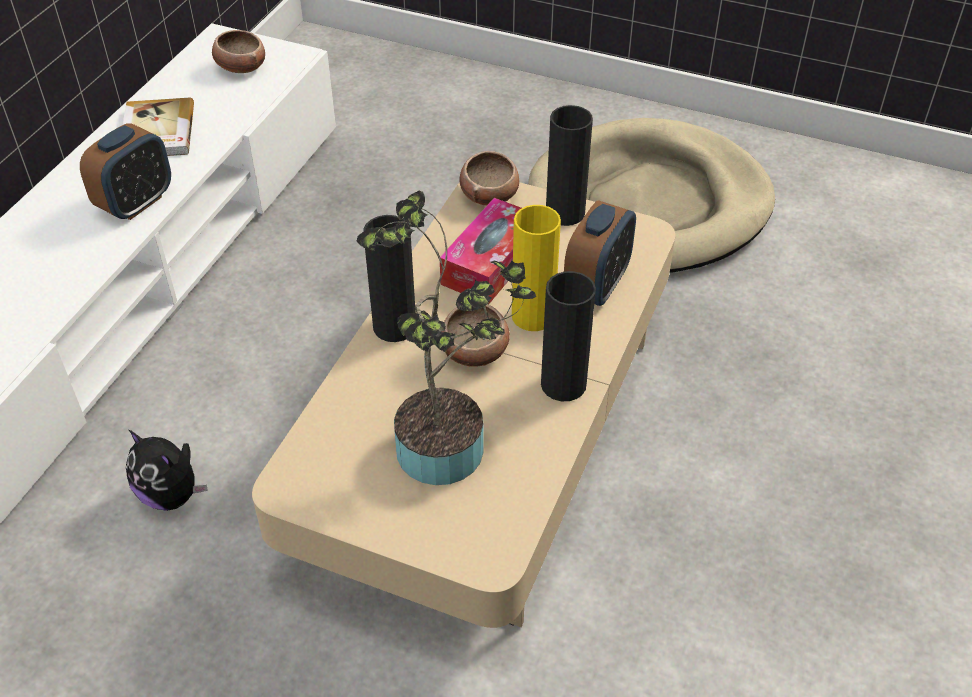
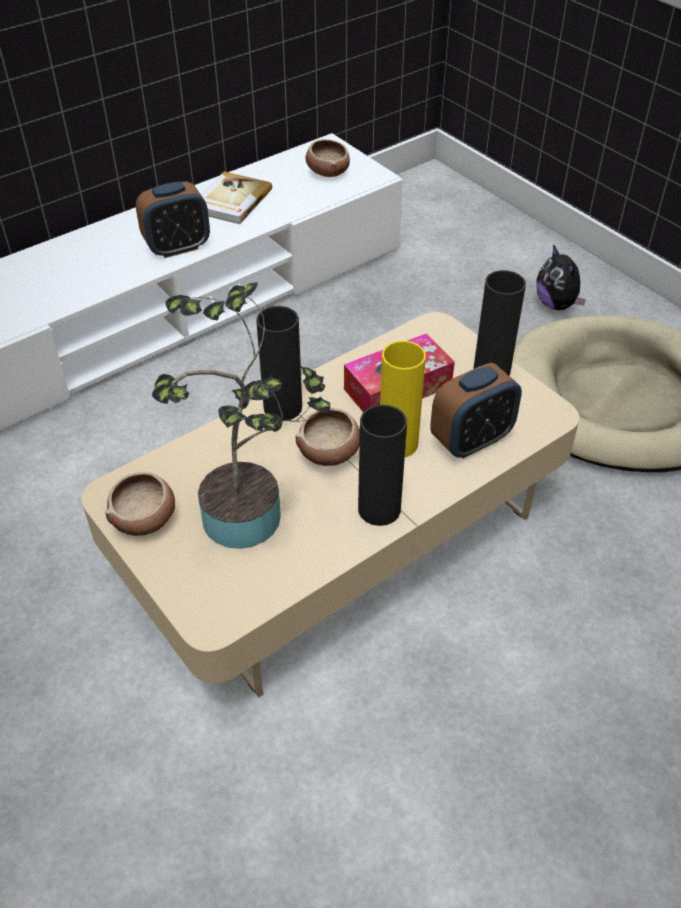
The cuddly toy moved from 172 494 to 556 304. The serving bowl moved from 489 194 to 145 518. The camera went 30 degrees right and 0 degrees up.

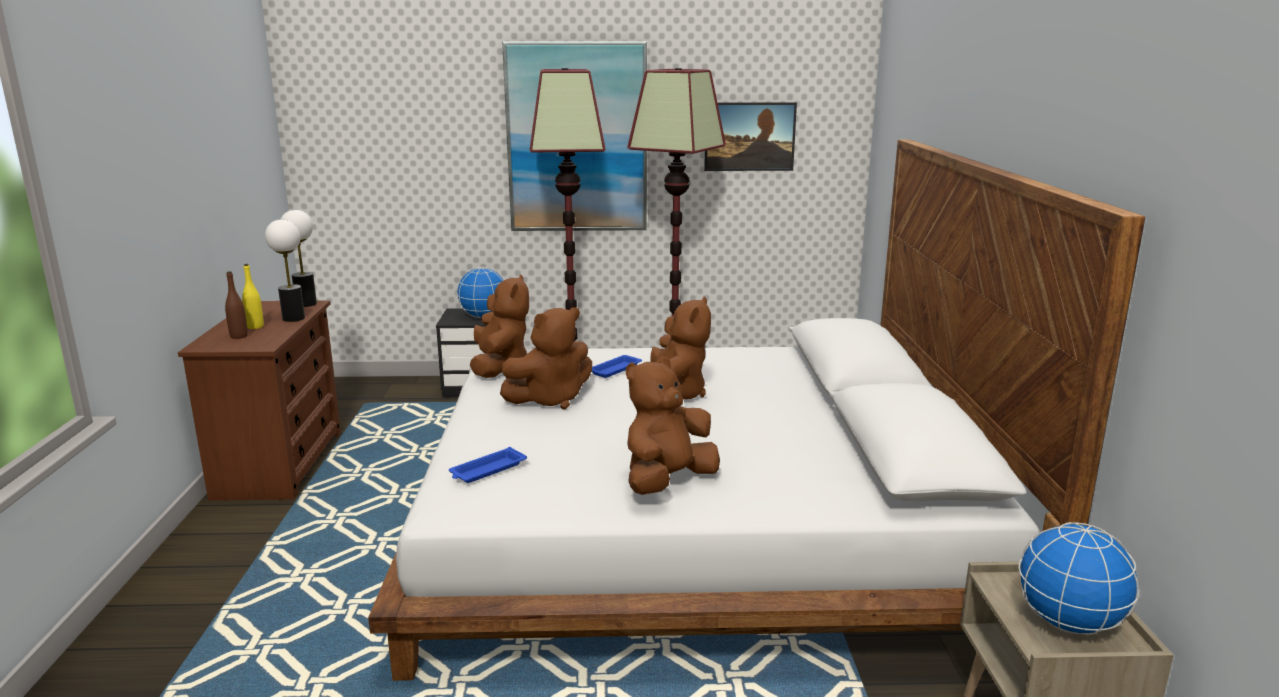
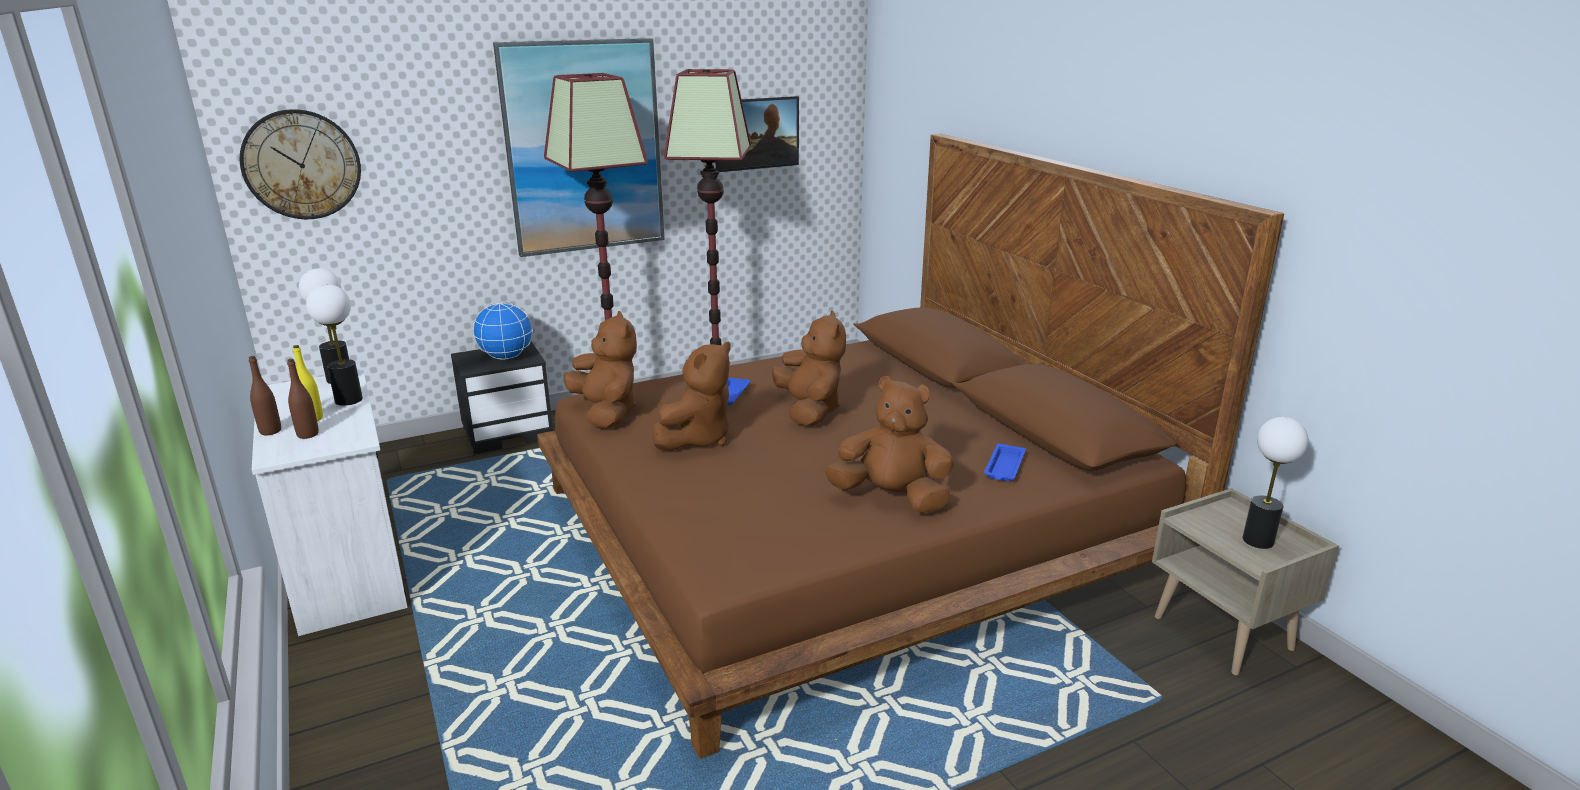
The brown-coloured drawer chest at 280 463 became the whitish drawer chest at 348 571. The whitish sleeping bed at 695 525 became the brown-coloured sleeping bed at 844 531. The bluish serving tray moved from 487 470 to 1004 467. The brown-coloured cuddly toy at 667 482 turned 90 degrees clockwise. The globe at 1069 623 was replaced by the tabletop lamp at 1258 540. The wall clock at 301 164 appeared. The brown-coloured beverage bottle at 270 431 appeared. The camera went 25 degrees left and 5 degrees up.

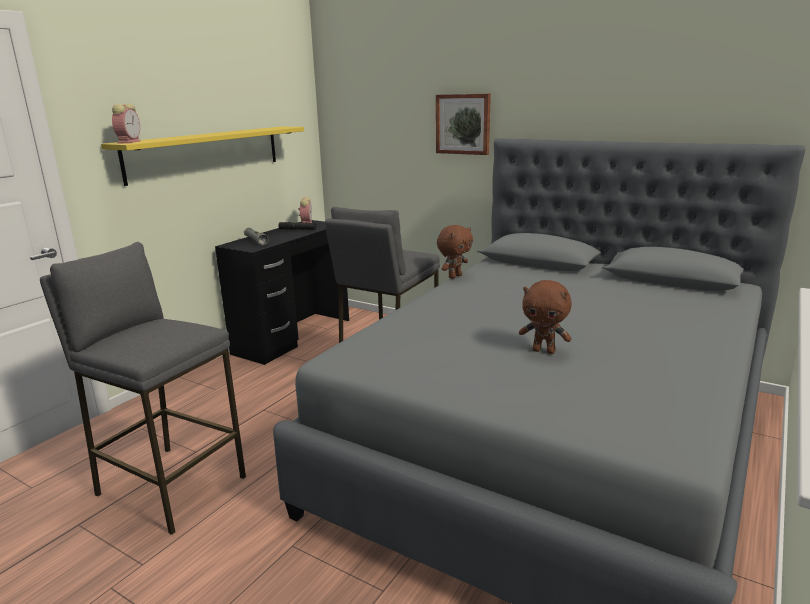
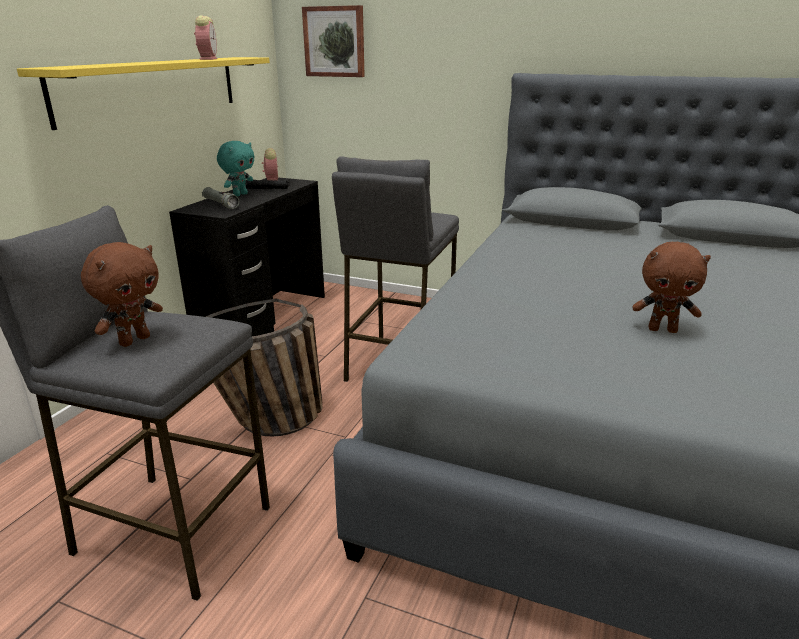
The alarm clock moved from 129 142 to 208 59. The picture moved from 463 124 to 334 42. The brown-coloured cuddly toy moved from 454 276 to 134 340. The household basket at 269 426 appeared. The turquoise cuddly toy at 240 195 appeared. The camera went 10 degrees left and 5 degrees up.

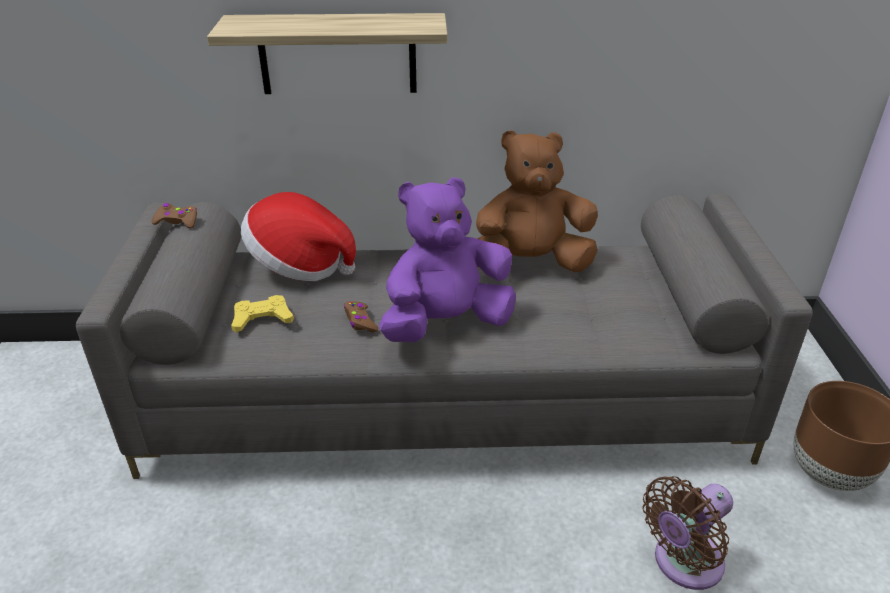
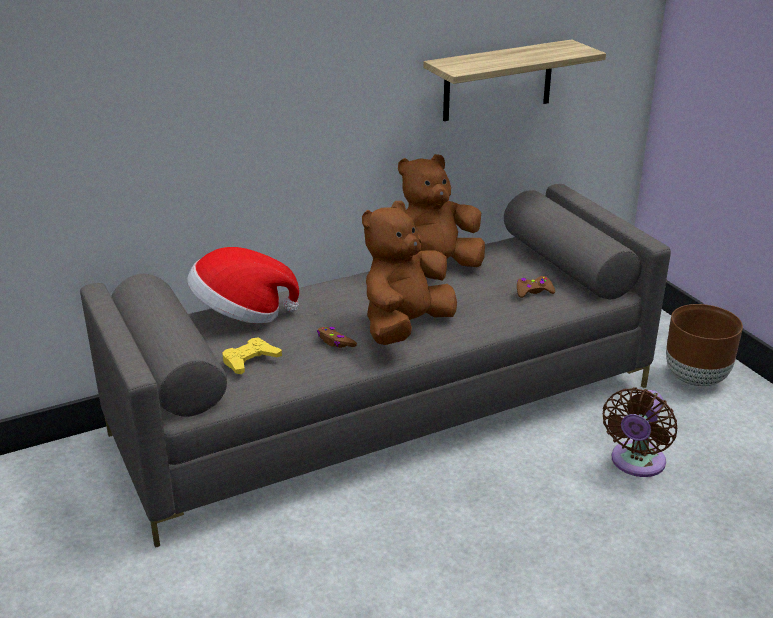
The brown-coloured joypad moved from 177 221 to 533 291. The bracket shelf moved from 337 54 to 498 81. The purplish cuddly toy at 446 324 became the brown-coloured cuddly toy at 405 327. The camera went 25 degrees left and 5 degrees down.

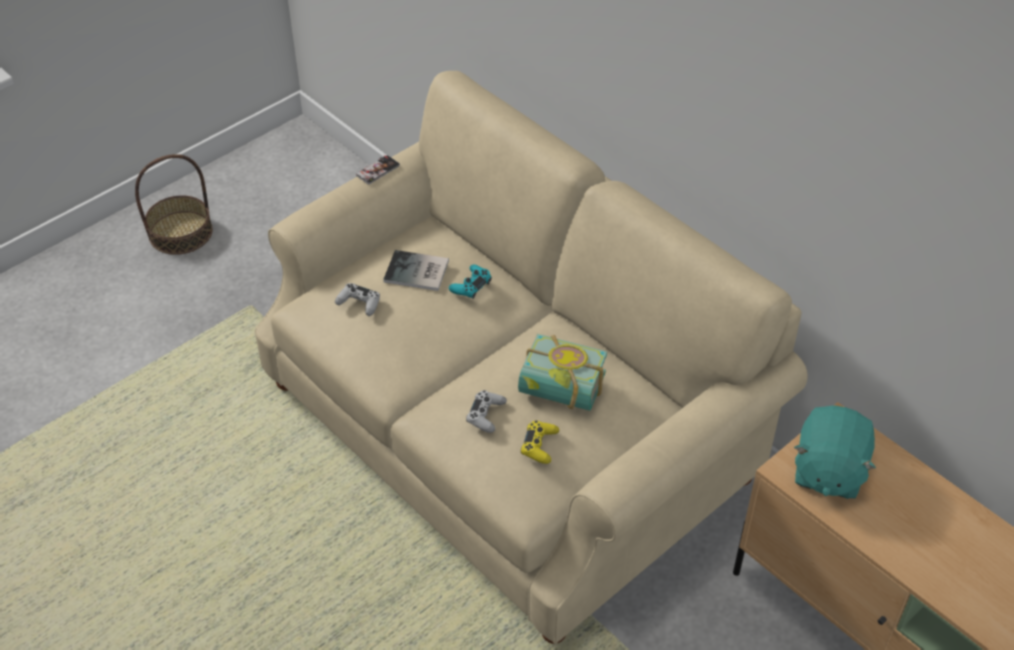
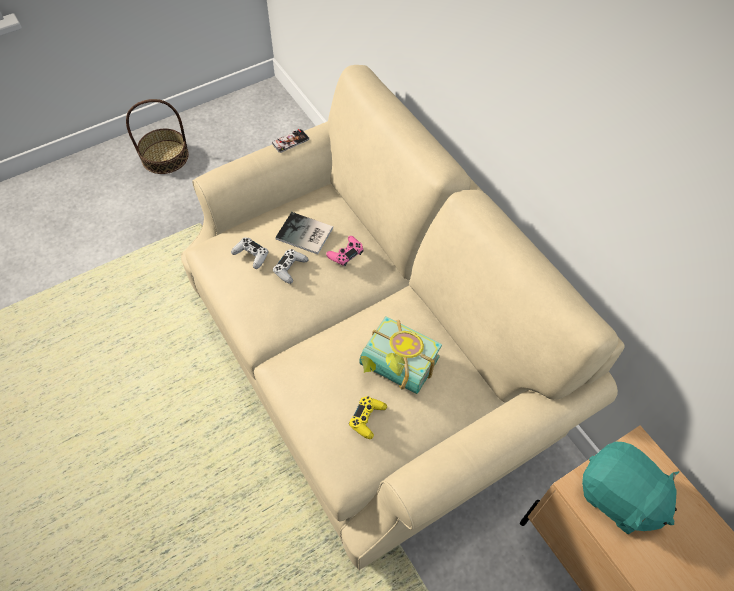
The turquoise joypad at 471 286 became the pink-coloured joypad at 346 254. The whitish joypad moved from 486 415 to 290 268. The turquoise cuddly toy at 828 471 turned 75 degrees counterclockwise. The camera went 10 degrees right and 10 degrees up.

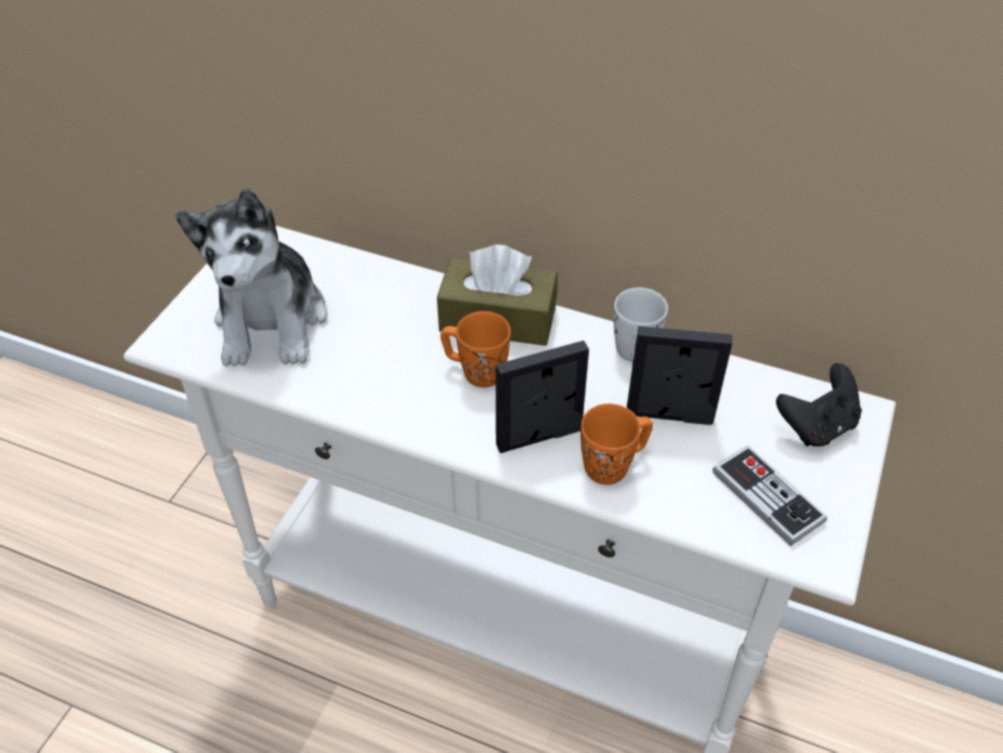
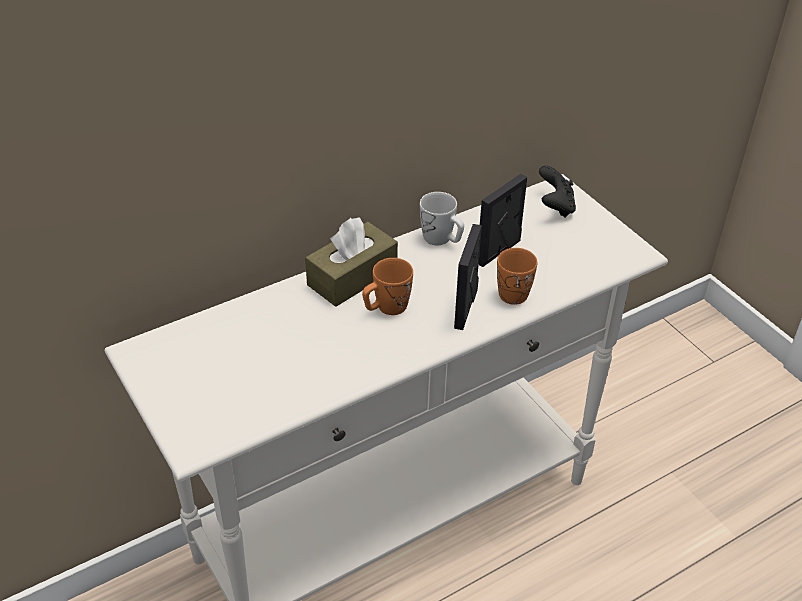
The cuddly toy at 272 321 disappeared. The joypad at 767 497 disappeared. The camera went 55 degrees left and 5 degrees down.

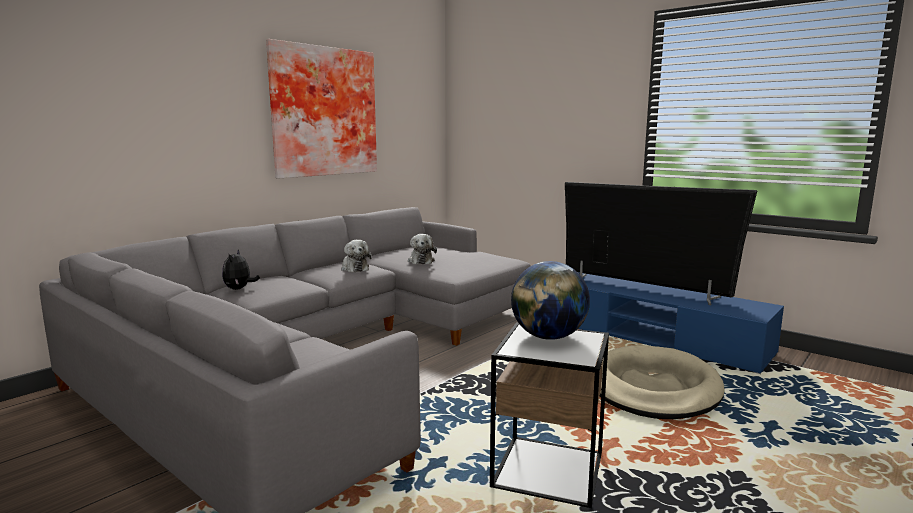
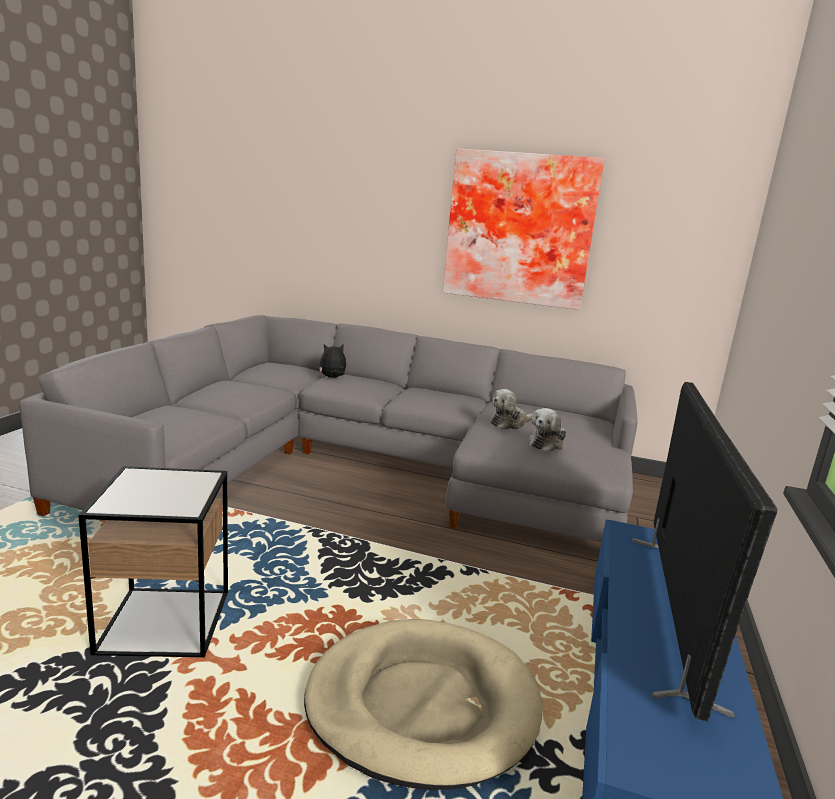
The cuddly toy moved from 354 268 to 547 443. The globe at 548 337 disappeared. The camera went 65 degrees right and 5 degrees up.

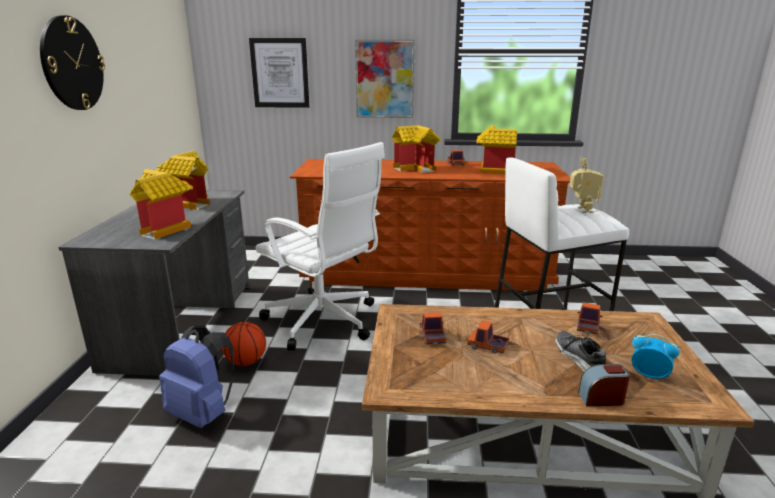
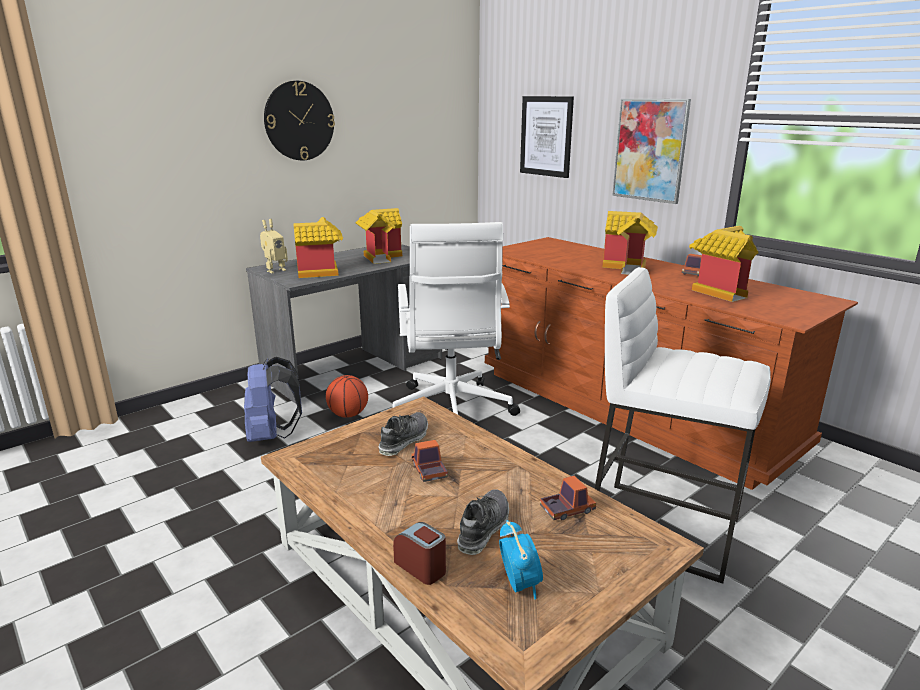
The toy truck at 432 336 was replaced by the low shoe at 404 440. The model robot moved from 582 210 to 275 270. The camera went 45 degrees right and 0 degrees up.

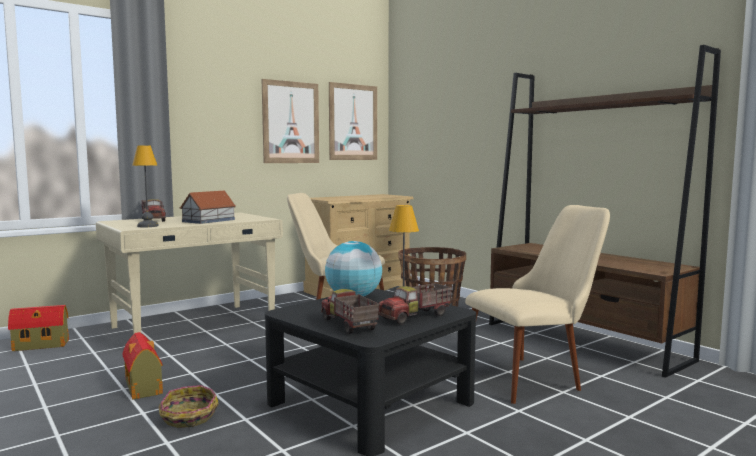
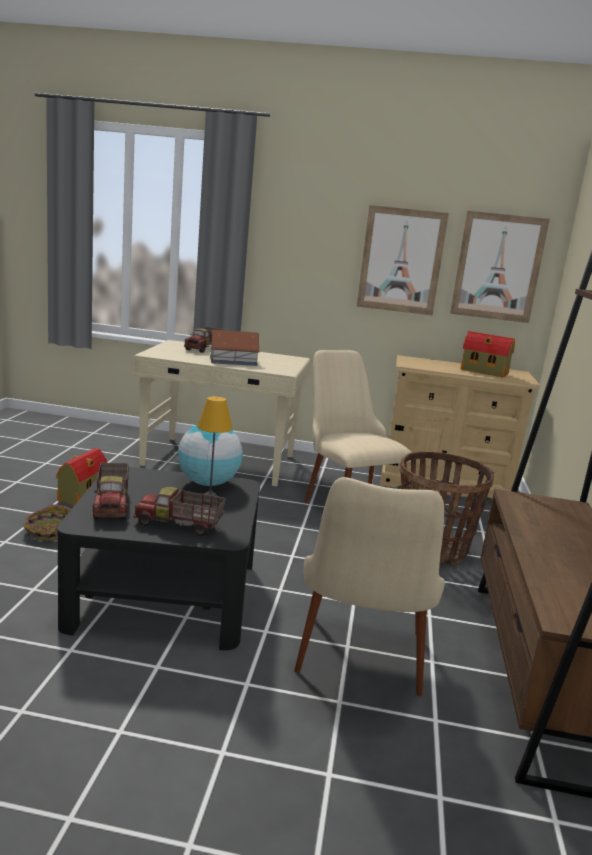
The model house moved from 42 345 to 485 372. The tabletop lamp at 147 226 disappeared. The toy truck at 348 325 turned 150 degrees clockwise. The sand-coloured chair at 534 376 turned 75 degrees clockwise. The camera went 45 degrees right and 10 degrees up.

